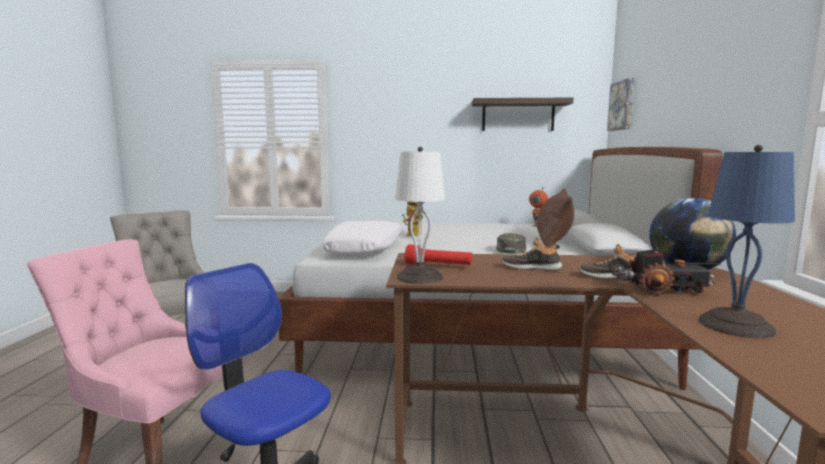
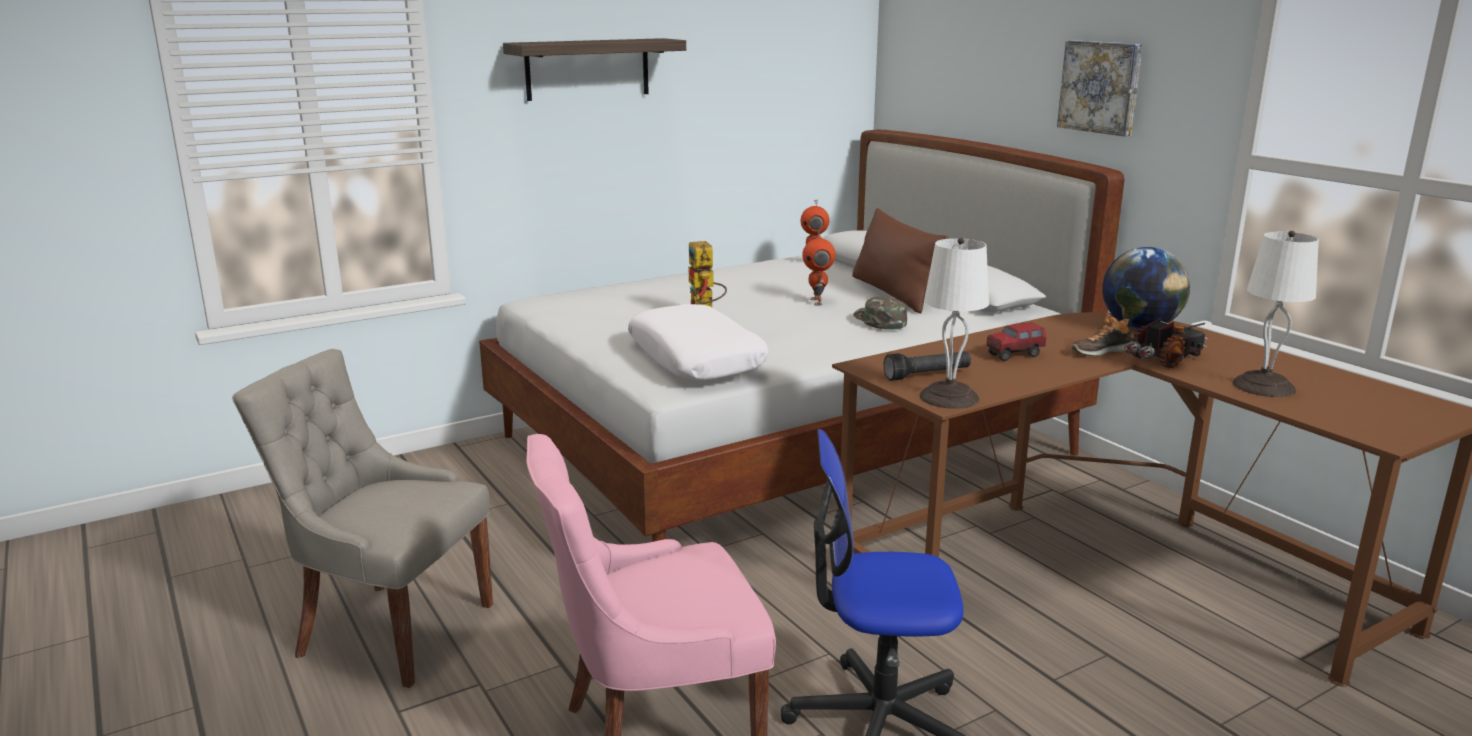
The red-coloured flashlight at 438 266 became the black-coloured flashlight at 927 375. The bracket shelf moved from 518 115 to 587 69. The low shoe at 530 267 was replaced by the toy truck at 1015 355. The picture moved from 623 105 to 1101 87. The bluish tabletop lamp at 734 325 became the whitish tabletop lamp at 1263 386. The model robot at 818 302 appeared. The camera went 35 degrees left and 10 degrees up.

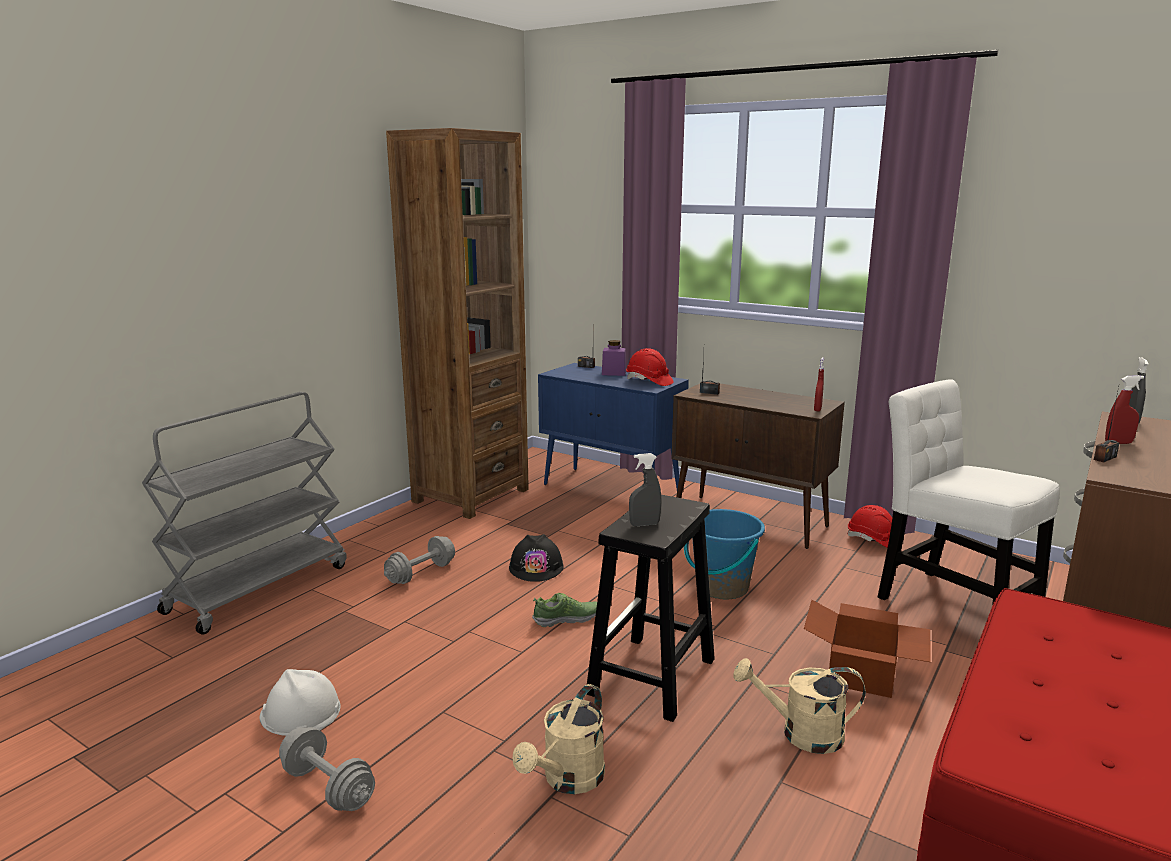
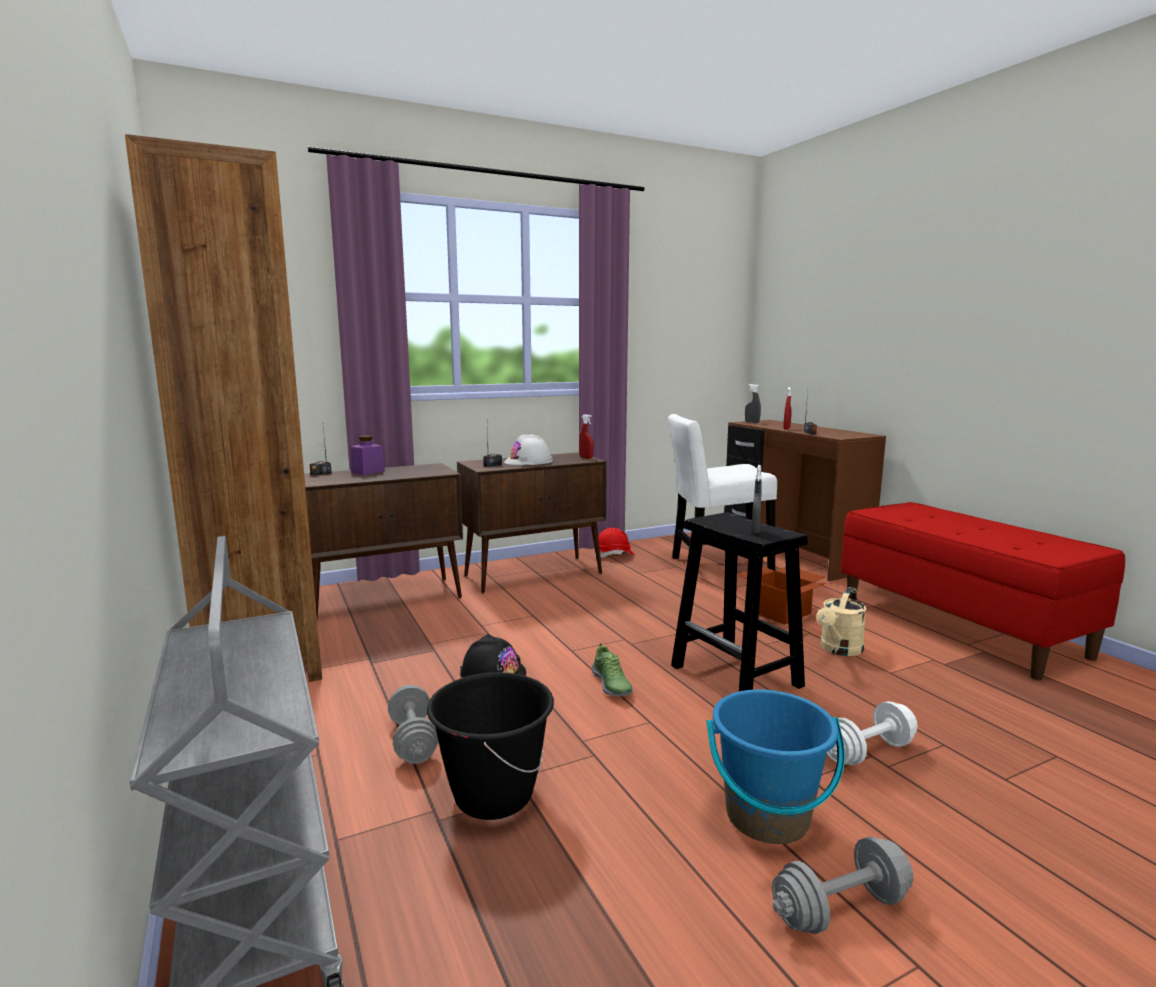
The whitish safety helmet moved from 300 712 to 528 461. The sand-coloured sprinkling can at 568 780 was replaced by the whitish dumbbell at 868 752. The low shoe at 567 619 turned 150 degrees clockwise. The bluish cabinet at 612 489 became the brown-coloured cabinet at 386 598. The red-coloured safety helmet at 649 381 disappeared. The bluish pail moved from 721 587 to 767 817. The black-coloured pail at 493 795 appeared. The camera went 60 degrees left and 5 degrees down.

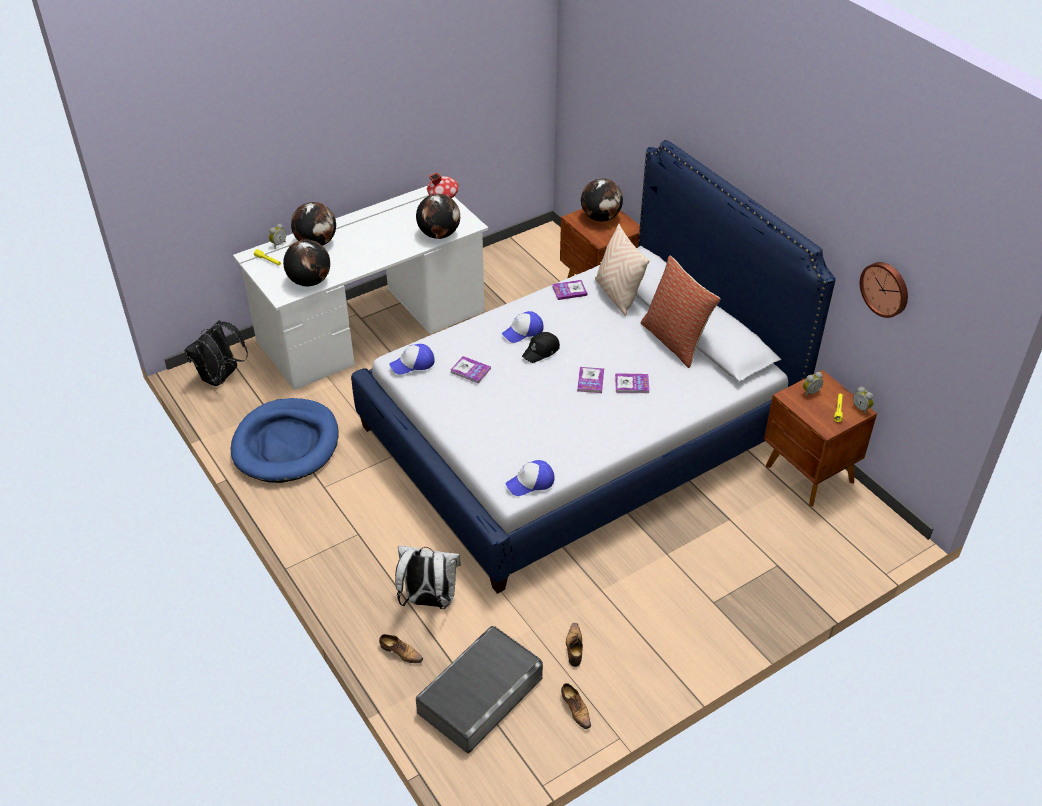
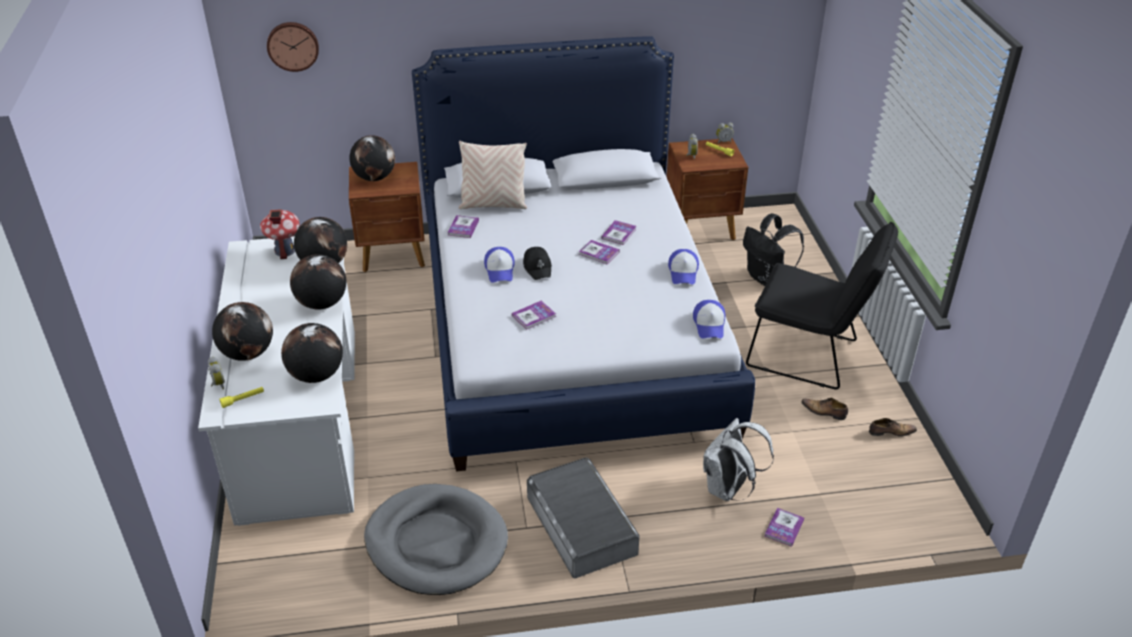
The black-coloured rucksack moved from 221 378 to 767 278. The bluish dog cushion at 286 444 became the gray dog cushion at 436 543. The low shoe at 400 652 was replaced by the book at 784 528. The peaked cap moved from 413 364 to 683 272. The gray storage bin moved from 480 695 to 581 525. The cushion at 675 340 disappeared. The wall clock moved from 885 288 to 293 45. The globe at 321 304 appeared. The black-coloured chair at 810 356 appeared. The camera went 65 degrees left and 5 degrees down.

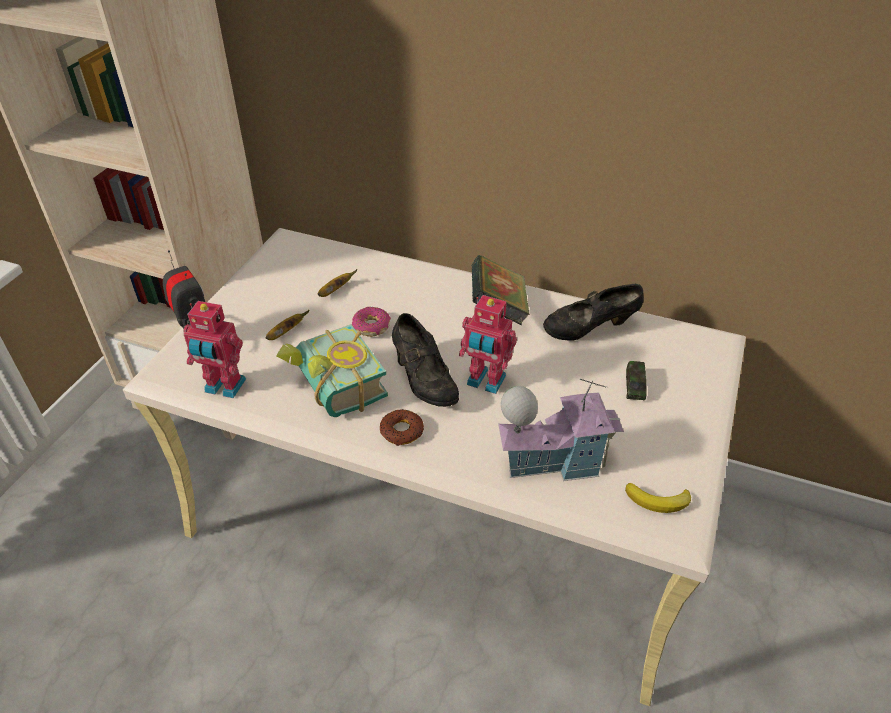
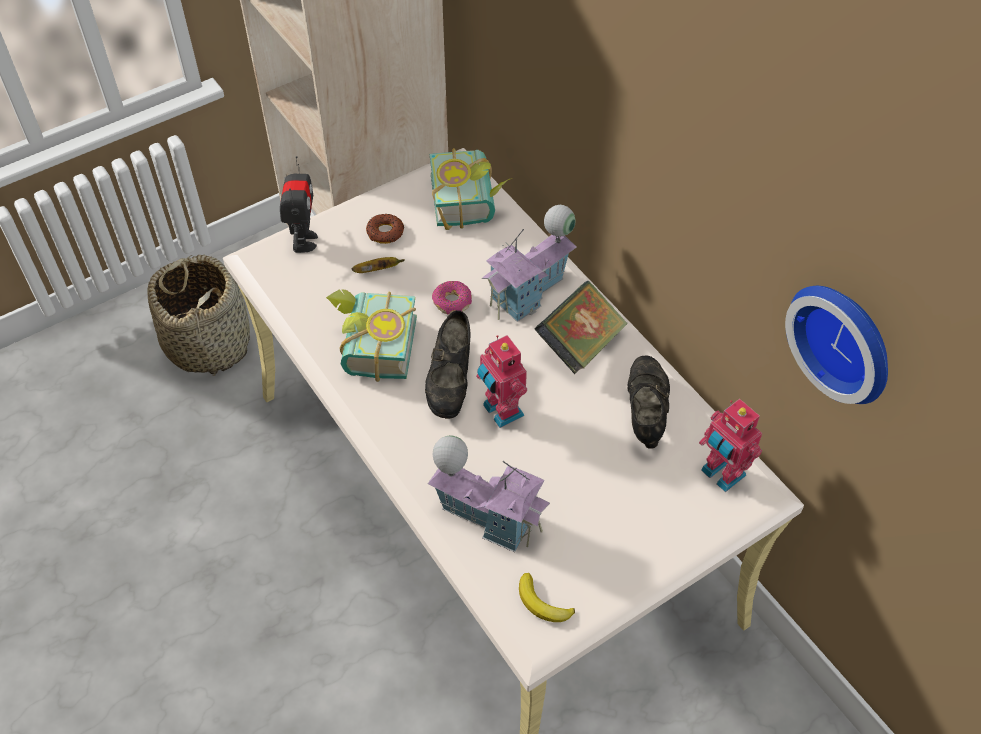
The model robot moved from 224 387 to 721 474. The banana fruit at 335 290 disappeared. The doughnut moved from 402 431 to 385 232. The black-coloured low shoe at 589 330 turned 75 degrees clockwise. The miniature car at 635 386 disappeared. The household basket at 208 343 appeared. The book at 471 201 appeared. The model house at 529 292 appeared. The wall clock at 845 339 appeared. The camera went 35 degrees right and 10 degrees up.

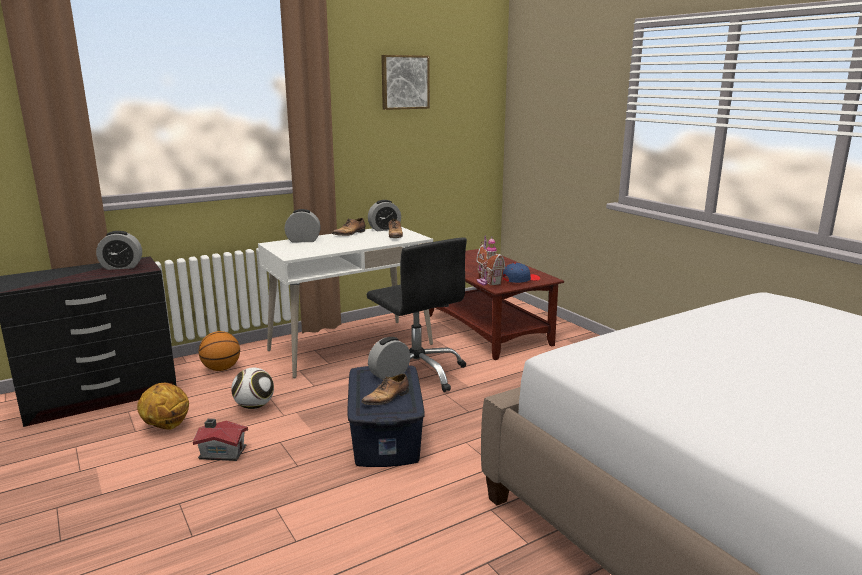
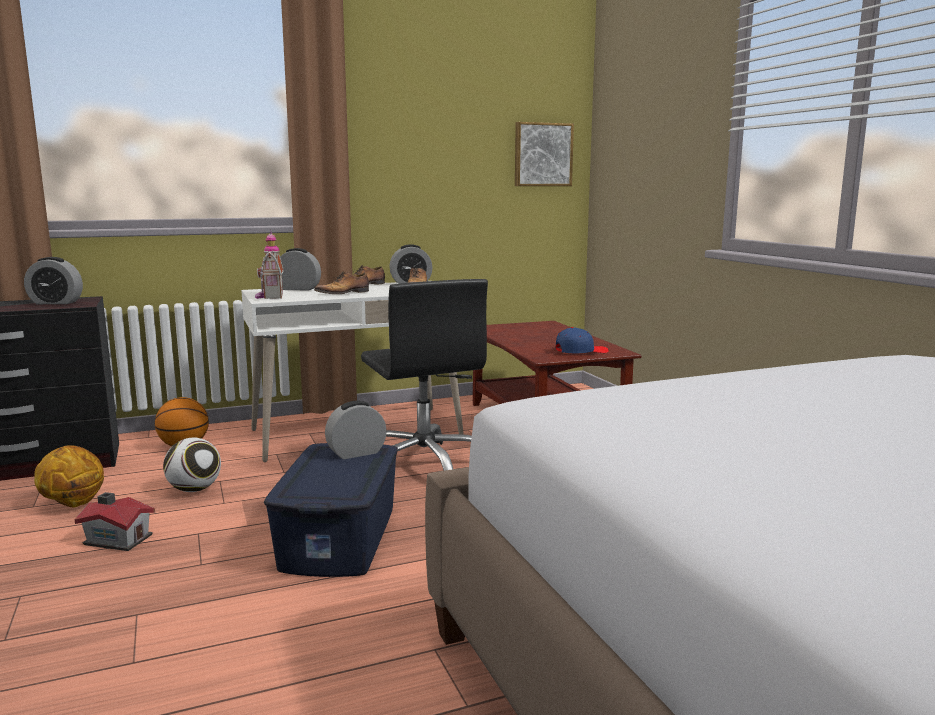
The low shoe moved from 387 398 to 344 293. The picture moved from 404 82 to 542 155. The model house moved from 487 281 to 269 296. The camera went 10 degrees right and 5 degrees down.

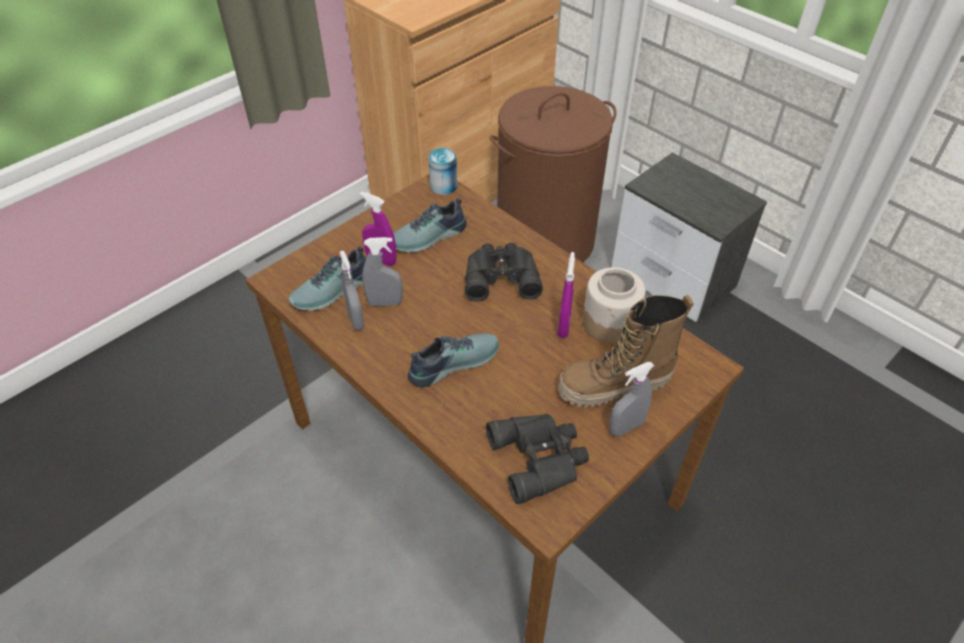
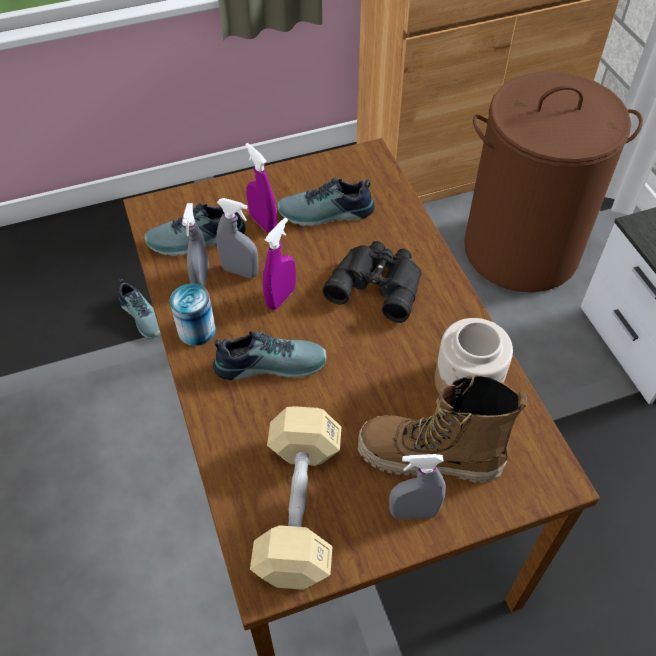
The can moved from 443 186 to 196 330. The black-coloured field glasses at 540 458 was replaced by the sand-coloured dumbbell at 299 507. The purplish hand sprayer moved from 563 326 to 281 298. The low shoe at 144 315 appeared. The camera went 25 degrees right and 5 degrees up.

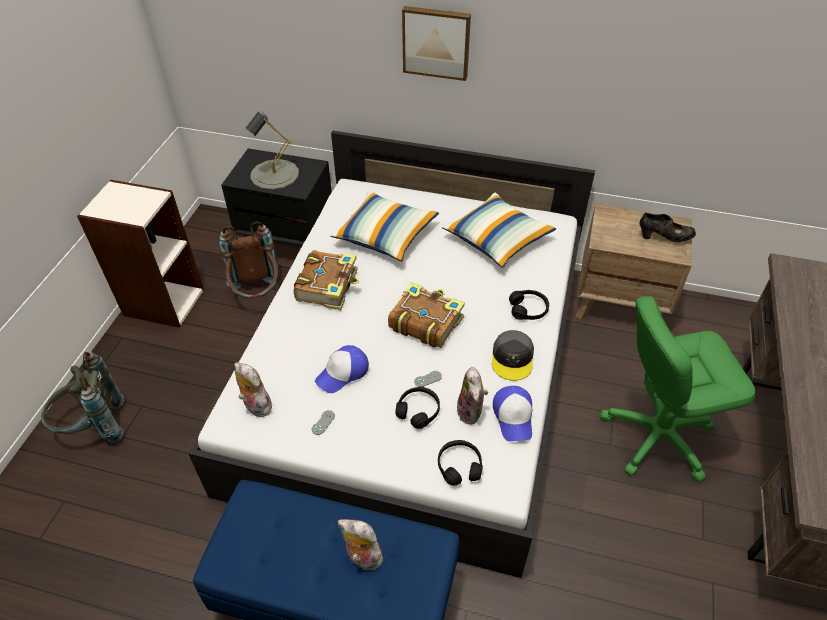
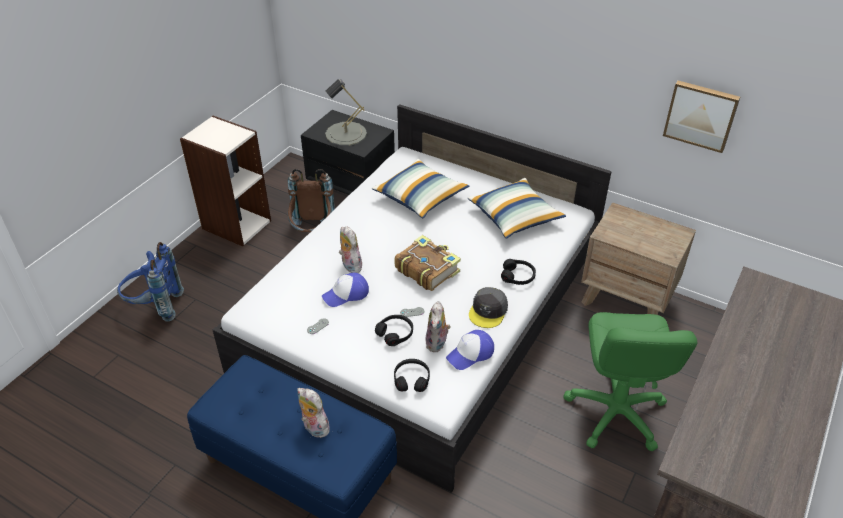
The gray rucksack at 93 427 became the bluish rucksack at 155 307. The cuddly toy moved from 255 406 to 350 265. The book at 328 286 disappeared. The picture moved from 436 42 to 701 115. The peaked cap at 514 417 turned 45 degrees clockwise. The greenish desk chair at 657 436 turned 90 degrees counterclockwise. The black-coloured low shoe at 664 237 disappeared. The camera went 15 degrees right and 5 degrees down.

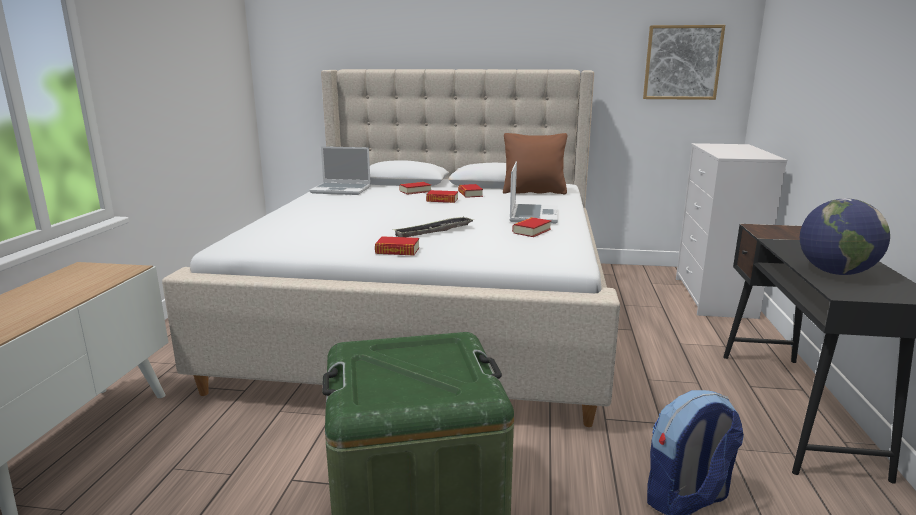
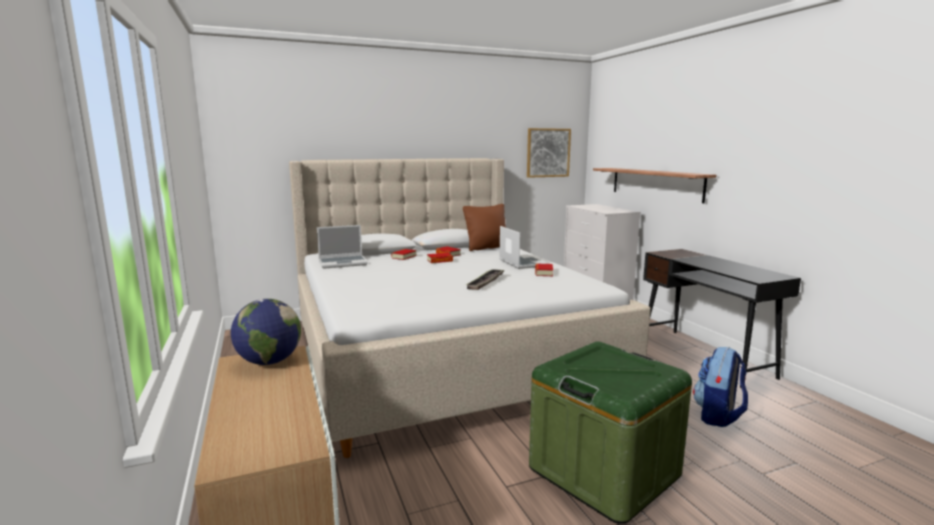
The book at 397 251 disappeared. The globe moved from 835 272 to 269 362. The bracket shelf at 655 183 appeared. The camera went 30 degrees left and 5 degrees down.

